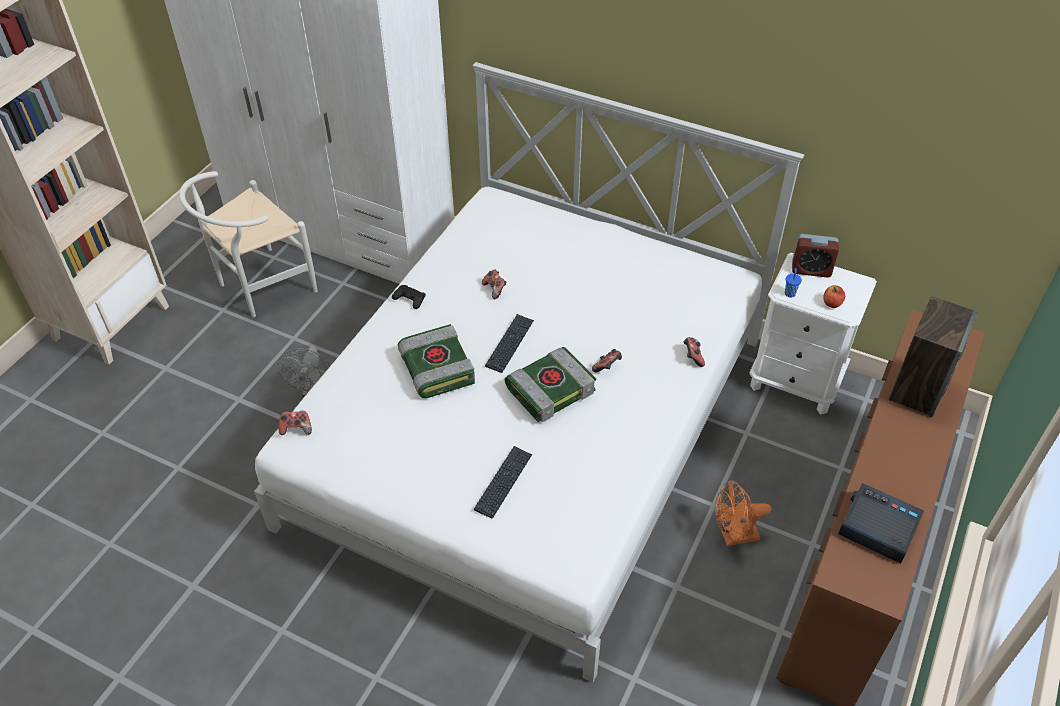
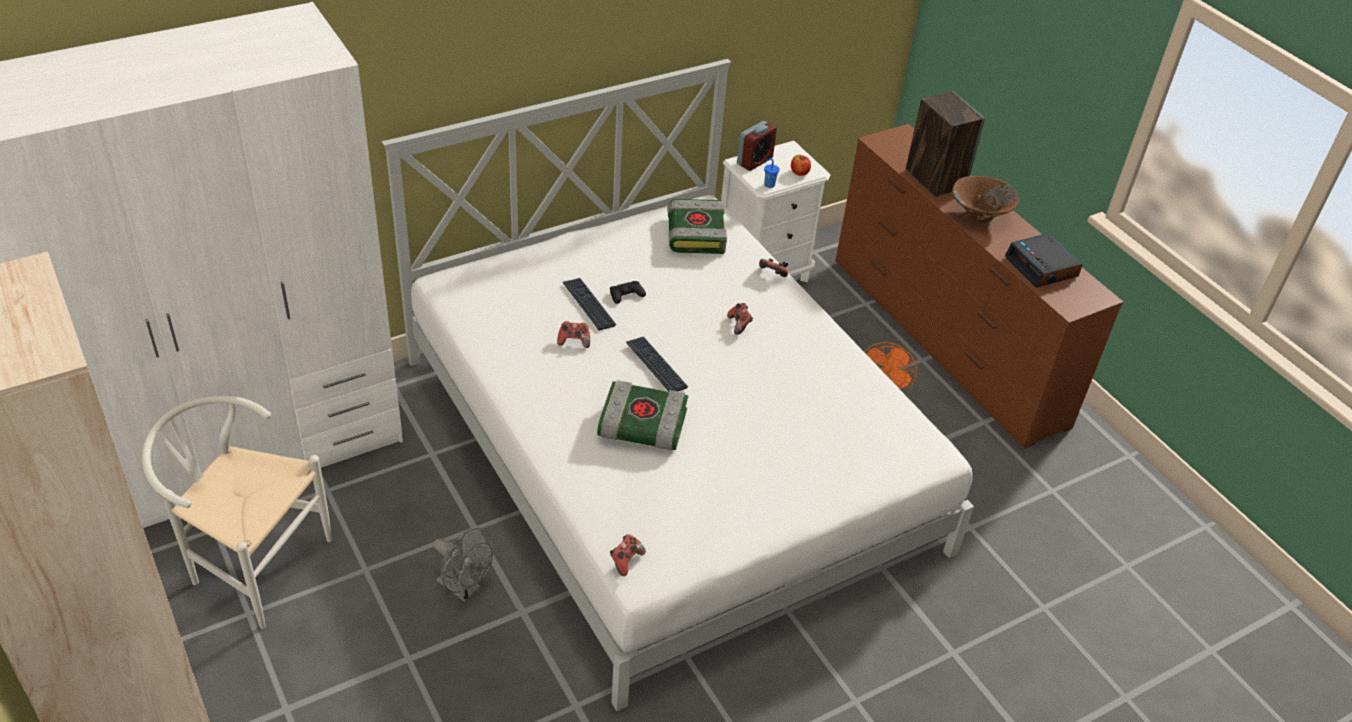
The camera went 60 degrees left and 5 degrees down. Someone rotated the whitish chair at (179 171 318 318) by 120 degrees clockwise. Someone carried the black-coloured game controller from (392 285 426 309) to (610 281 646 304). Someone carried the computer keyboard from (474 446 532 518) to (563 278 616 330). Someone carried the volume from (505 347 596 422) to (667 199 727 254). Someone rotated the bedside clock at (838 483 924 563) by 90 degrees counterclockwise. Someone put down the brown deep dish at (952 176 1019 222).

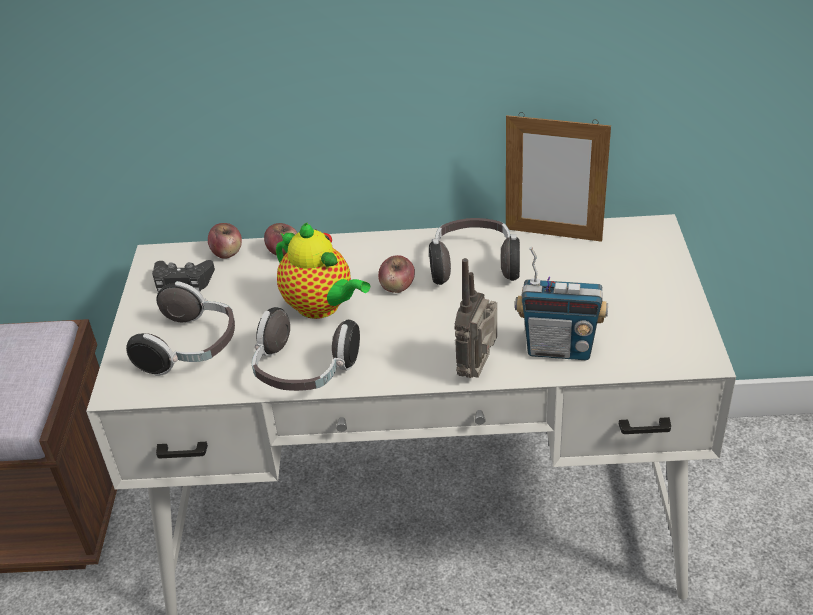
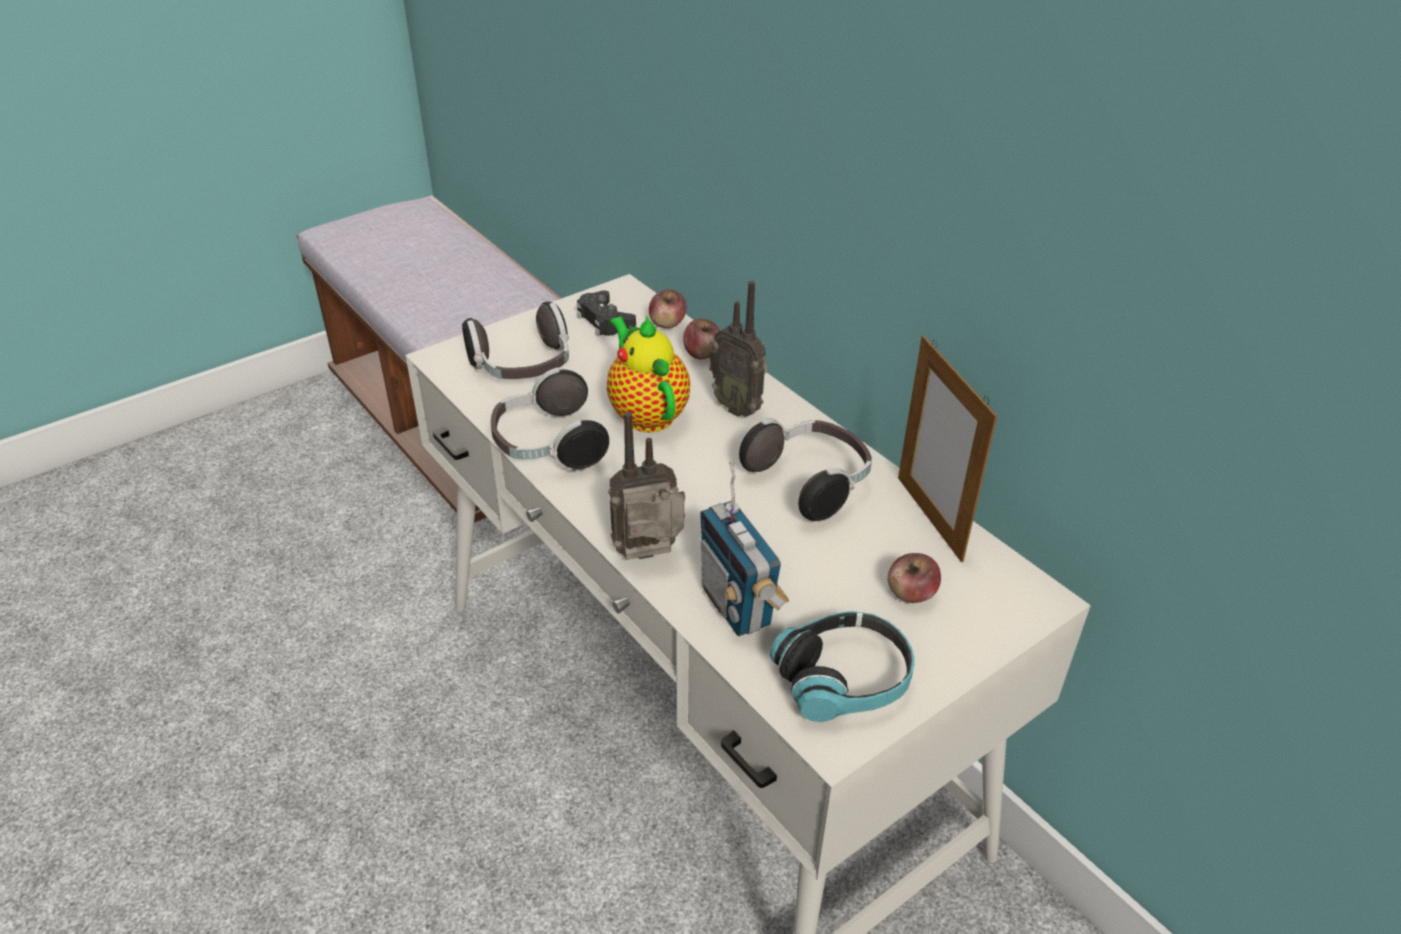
The camera went 50 degrees right and 0 degrees up. Someone rotated the teapot at (276 223 370 319) by 150 degrees clockwise. Someone carried the whole apple from (378 255 415 293) to (888 553 941 603). Someone put down the radio at (709 281 768 417). Someone put down the headset at (770 611 914 722).

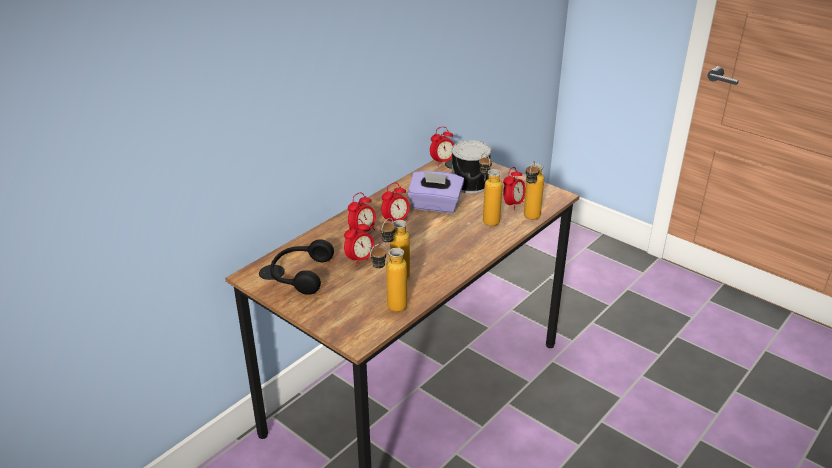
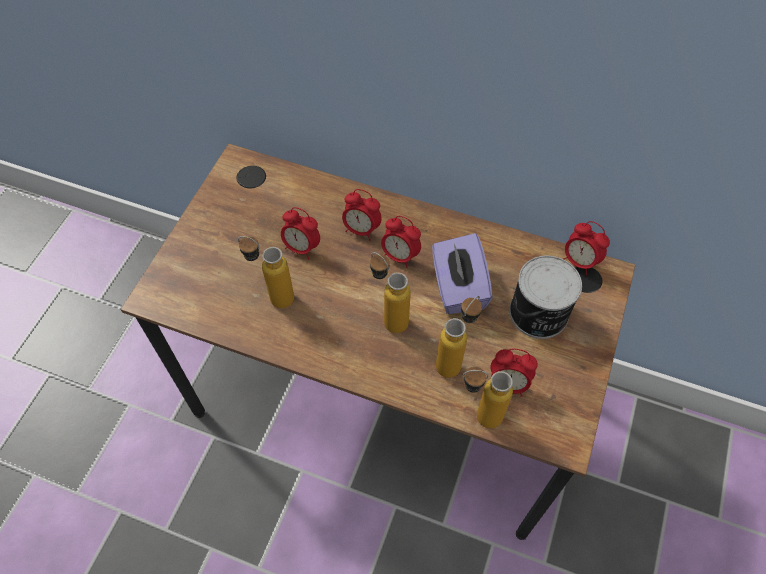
The camera went 70 degrees right and 25 degrees up. Someone took away the black-coloured headset at (270 239 334 295). Someone carried the drink bottle from (370 244 407 312) to (370 252 411 333).

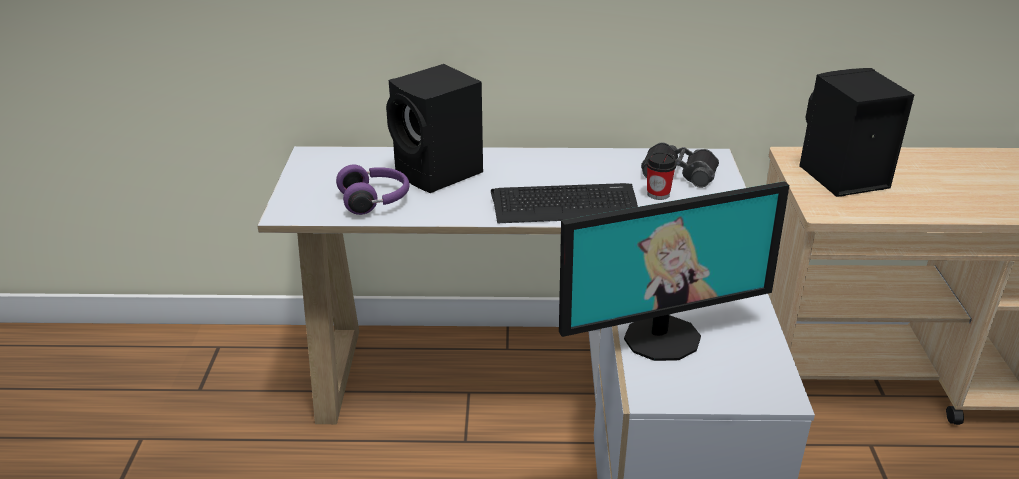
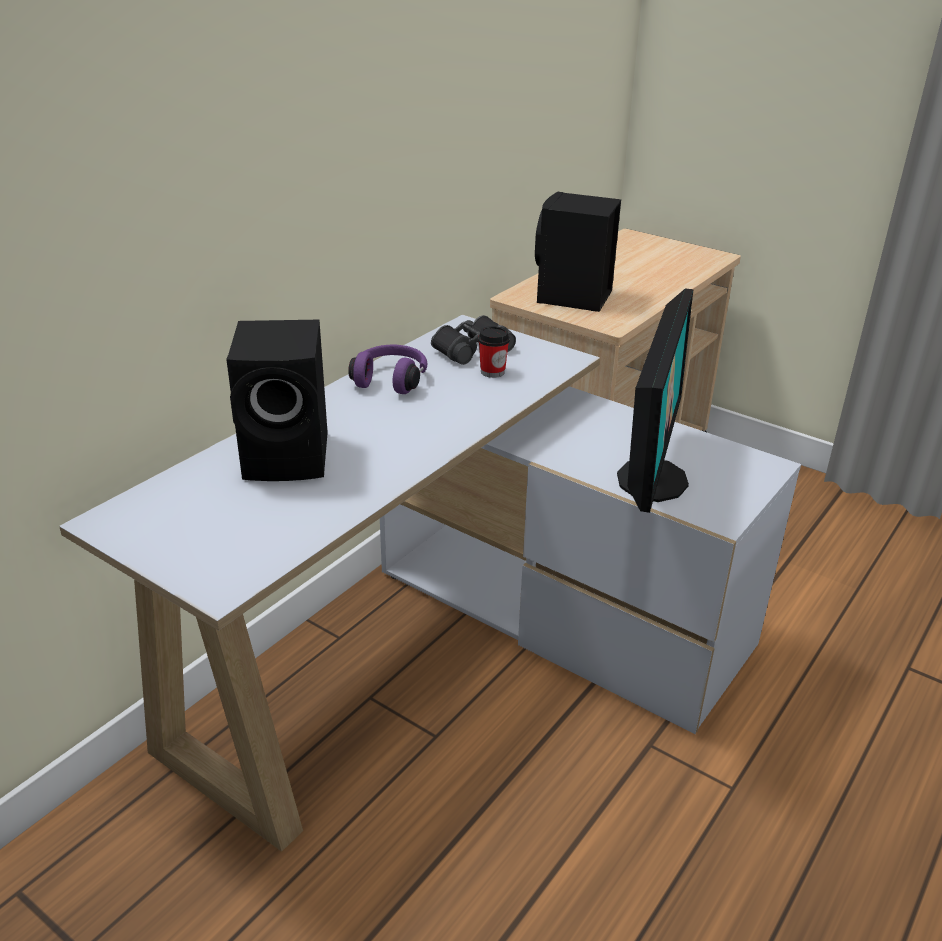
The camera went 55 degrees left and 0 degrees up. Someone carried the purple headset from (336 165 410 215) to (348 345 427 394). Someone took away the computer keyboard at (491 183 638 223).

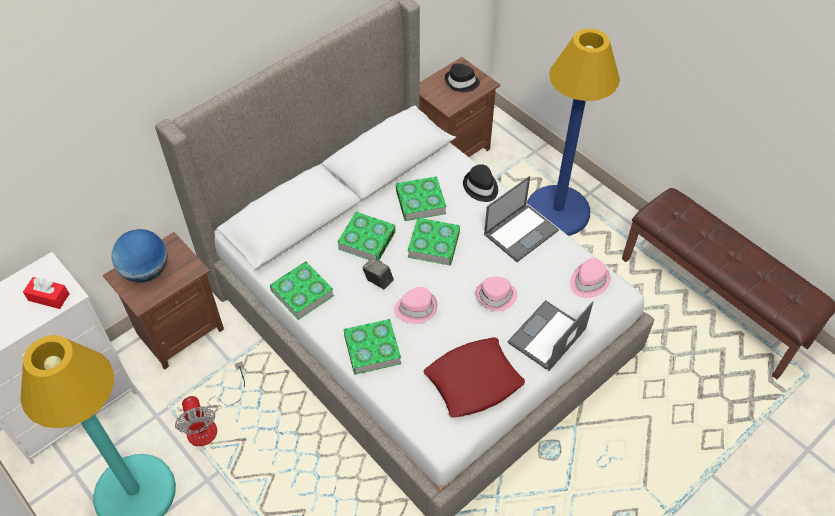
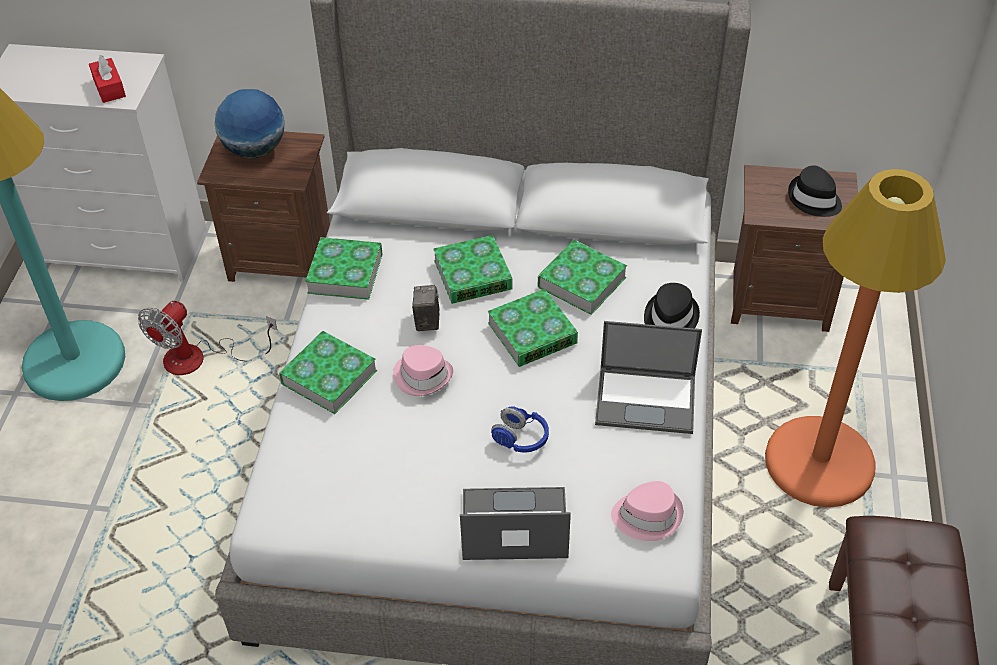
The camera went 50 degrees right and 5 degrees down. Someone took away the reddish pillow at (424 337 525 418). Someone swapped the pink-coloured wearable hat at (476 277 517 311) for the blue headset at (491 406 549 452). Someone repainted the blue floor lamp at (527 29 620 236), which became the orange floor lamp at (765 169 946 507).

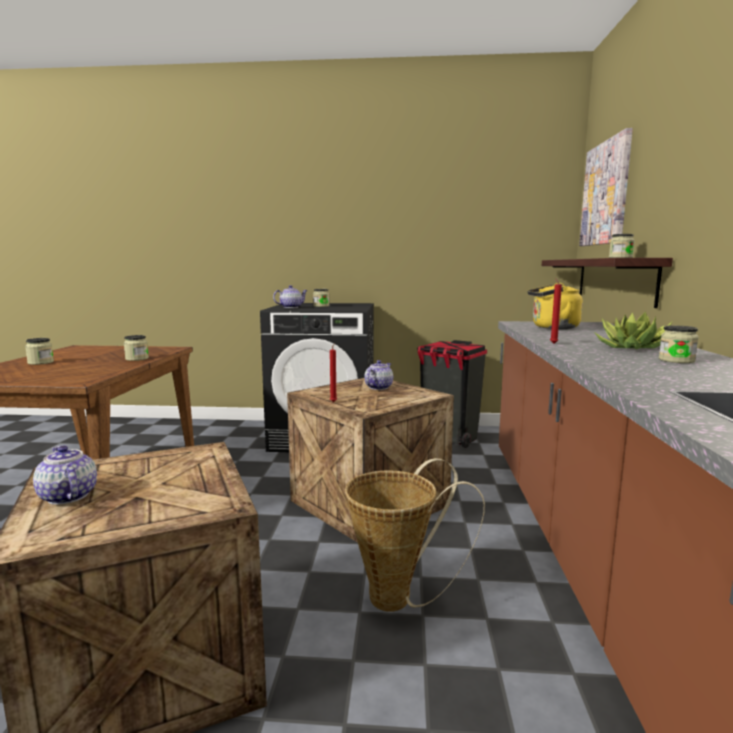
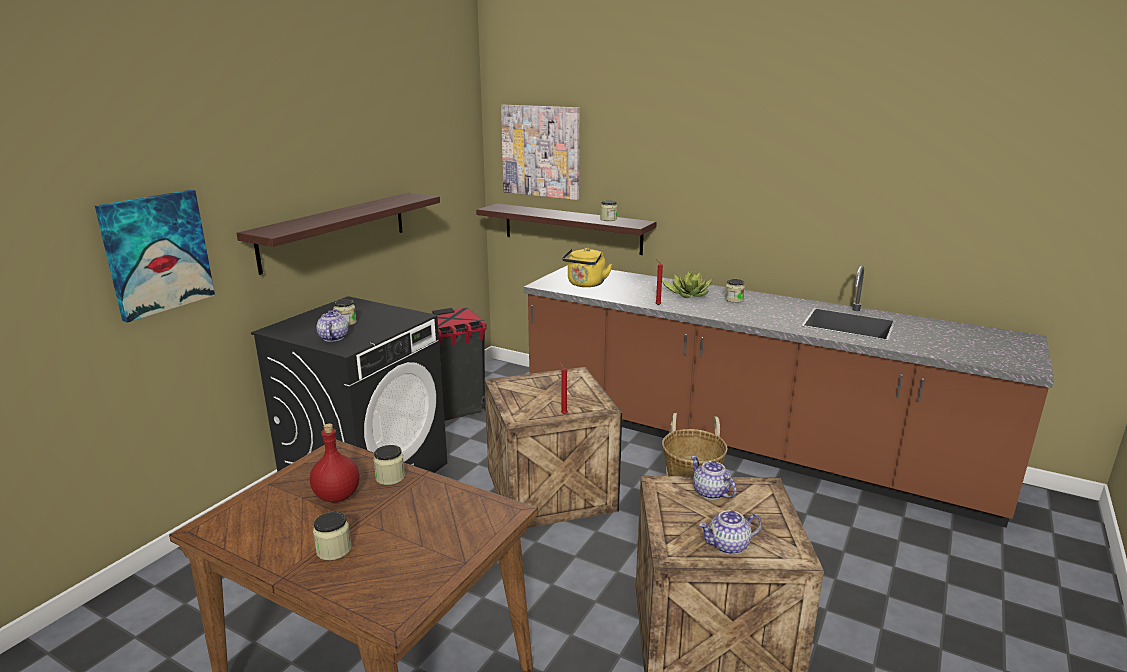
The camera went 65 degrees left and 10 degrees up. Someone carried the teapot from (364 360 393 390) to (691 456 737 500). Someone put up the wall art at (95 190 215 323). Someone put up the shelf at (236 193 440 275). Someone put down the reddish drink bottle at (310 424 360 503).

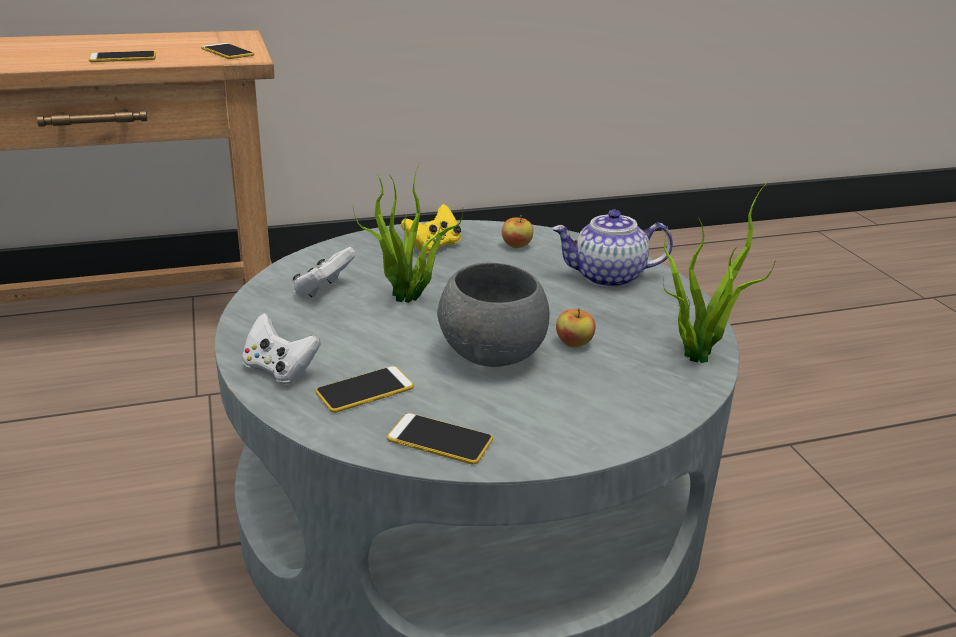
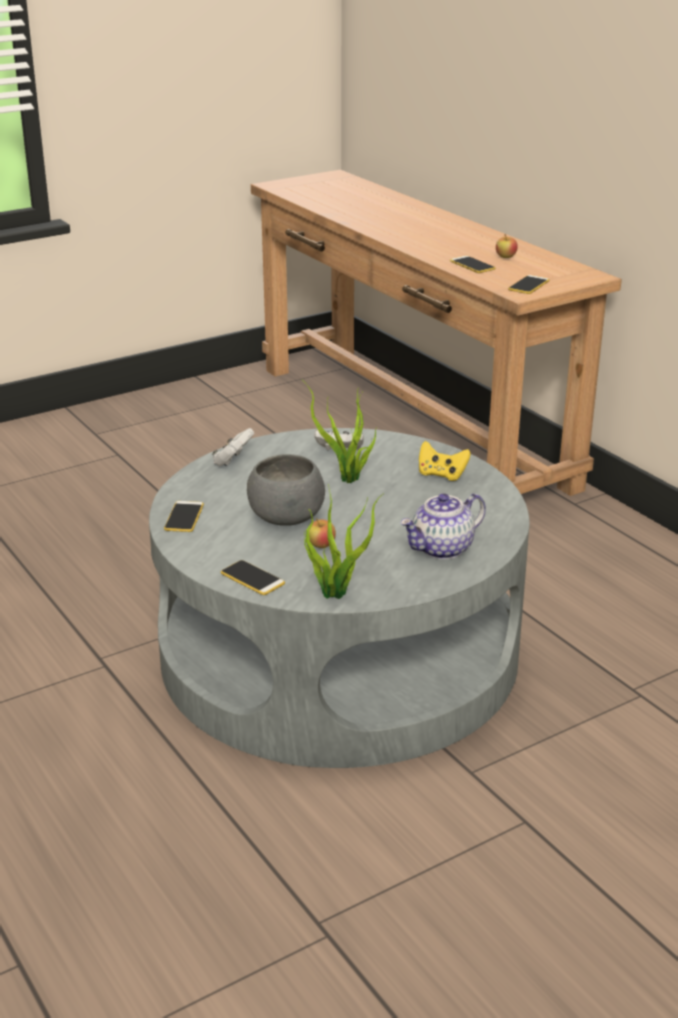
The camera went 75 degrees right and 0 degrees up. Someone carried the phone from (315 366 414 413) to (221 560 285 595). Someone carried the whole apple from (502 215 533 248) to (496 234 518 258). Someone rotated the teapot at (552 210 673 288) by 105 degrees counterclockwise.

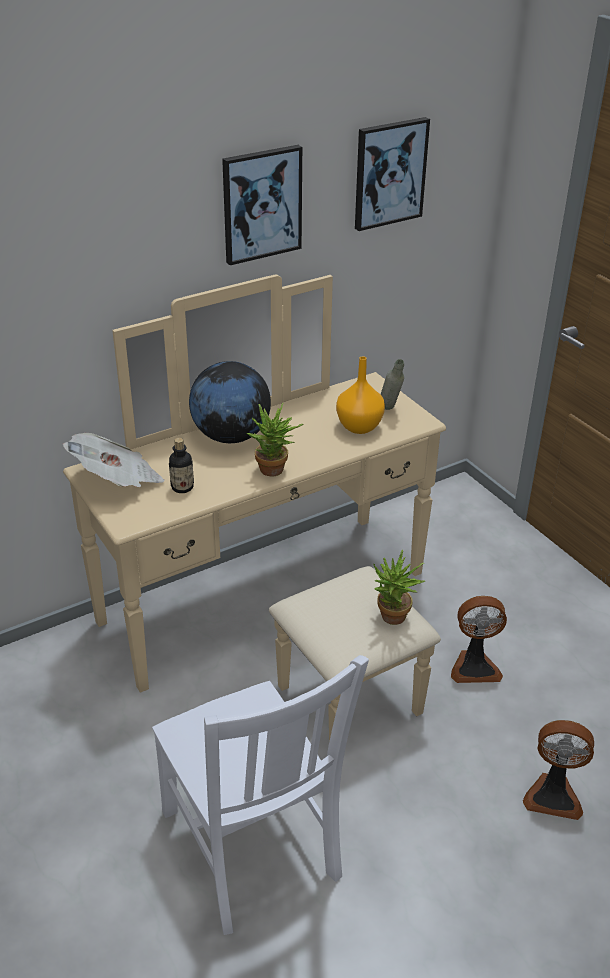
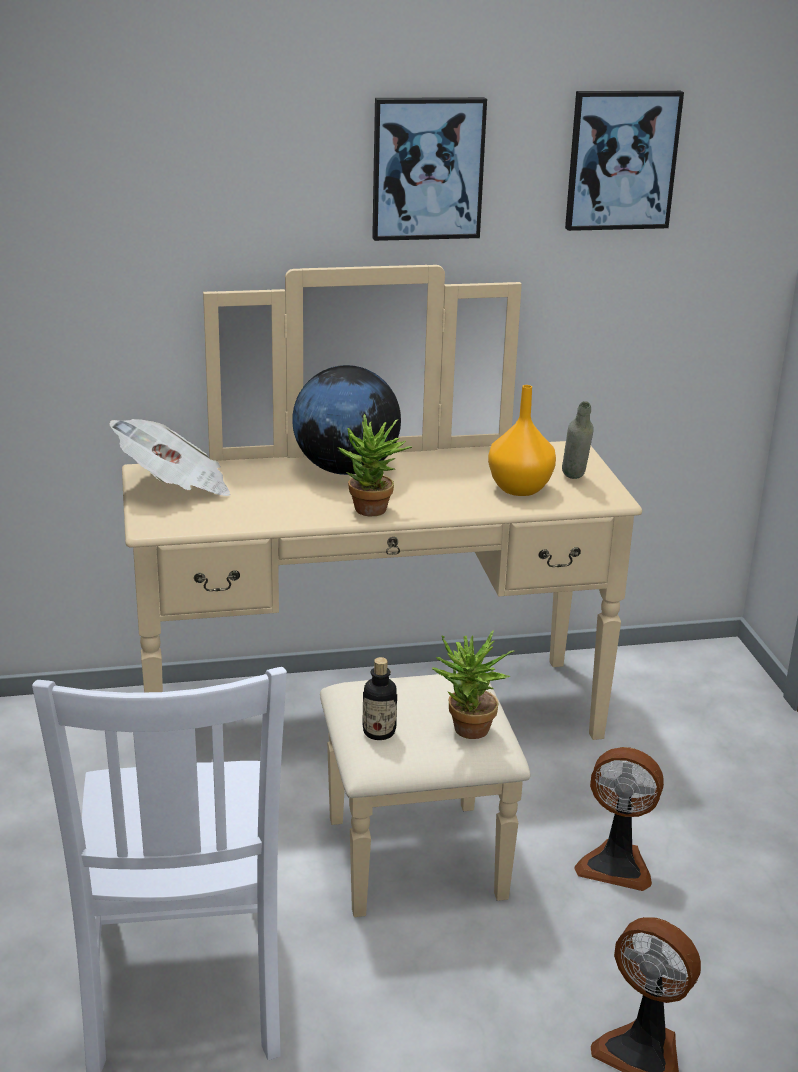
The camera went 20 degrees right and 10 degrees down. Someone carried the drink bottle from (169 438 194 493) to (362 657 397 740).

